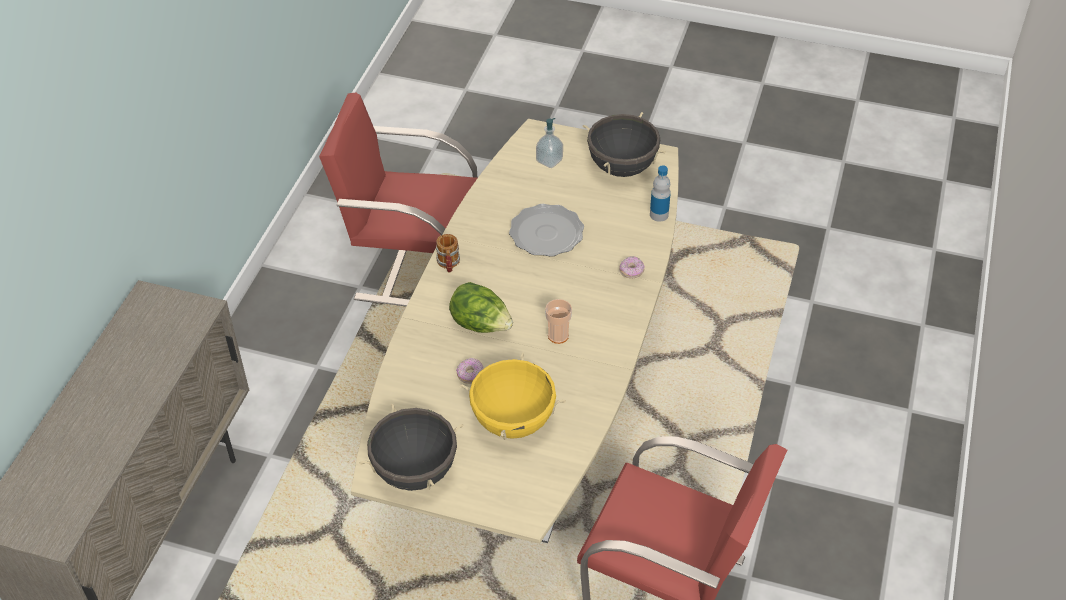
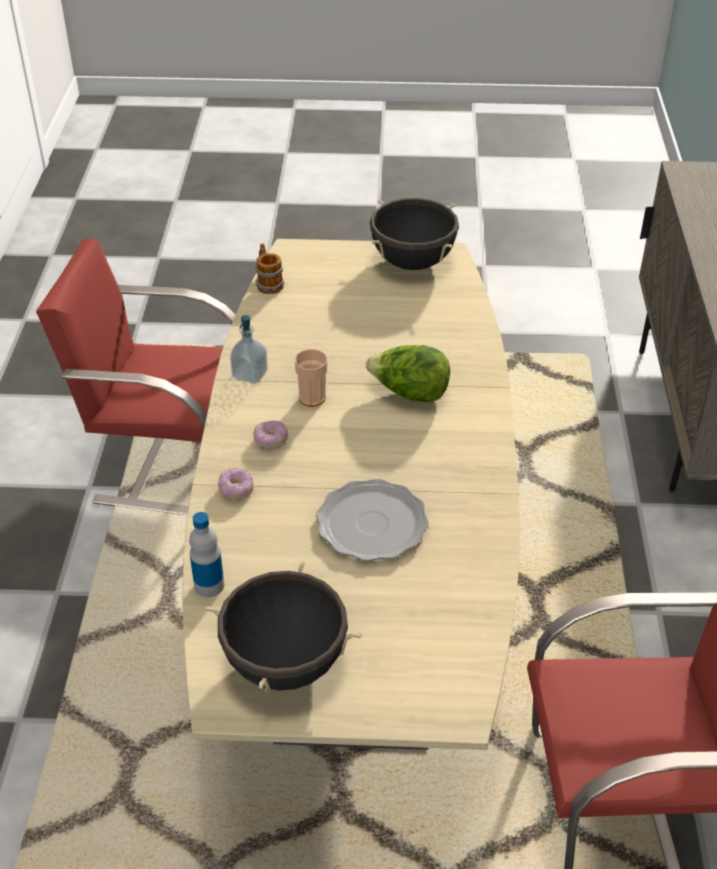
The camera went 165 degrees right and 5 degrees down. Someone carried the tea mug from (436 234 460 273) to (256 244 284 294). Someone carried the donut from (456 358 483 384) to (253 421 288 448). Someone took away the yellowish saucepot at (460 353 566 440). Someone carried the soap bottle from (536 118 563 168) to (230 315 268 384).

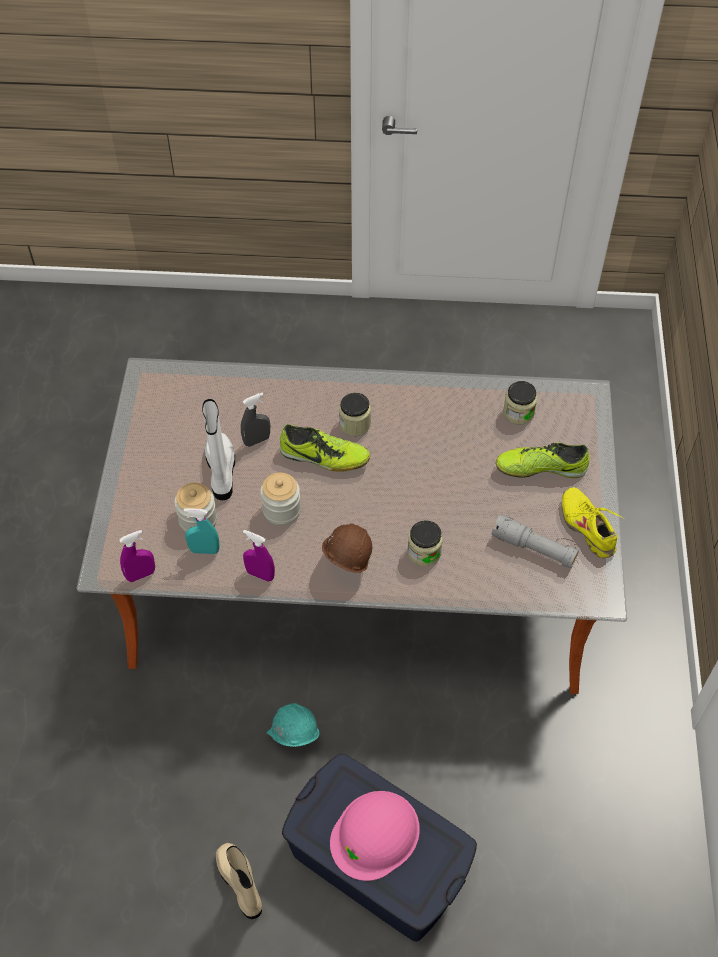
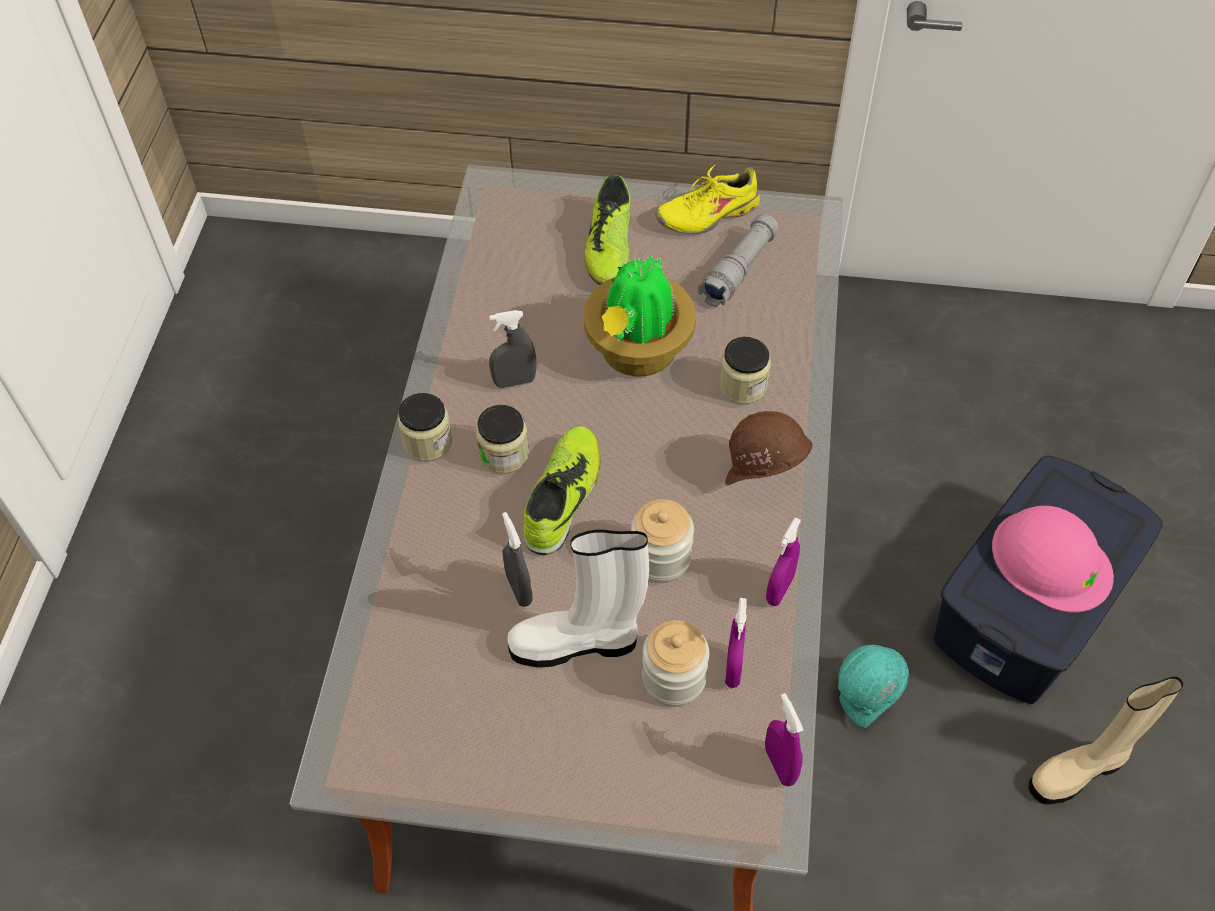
The camera went 85 degrees left and 0 degrees up. Someone repainted the blue-green hand sprayer at (184 508 220 554), which became the purple hand sprayer at (725 598 747 688). Someone carried the jar from (503 381 537 424) to (398 393 453 461). Someone put down the gray hand sprayer at (489 310 536 388). Someone put down the plant in a pot at (584 254 696 377).

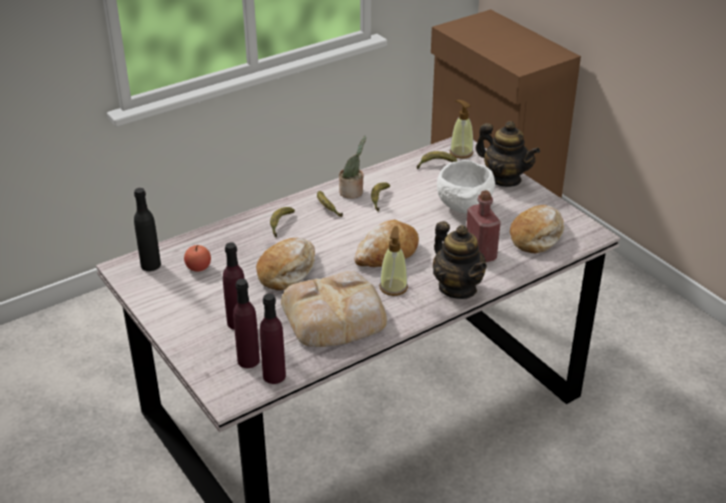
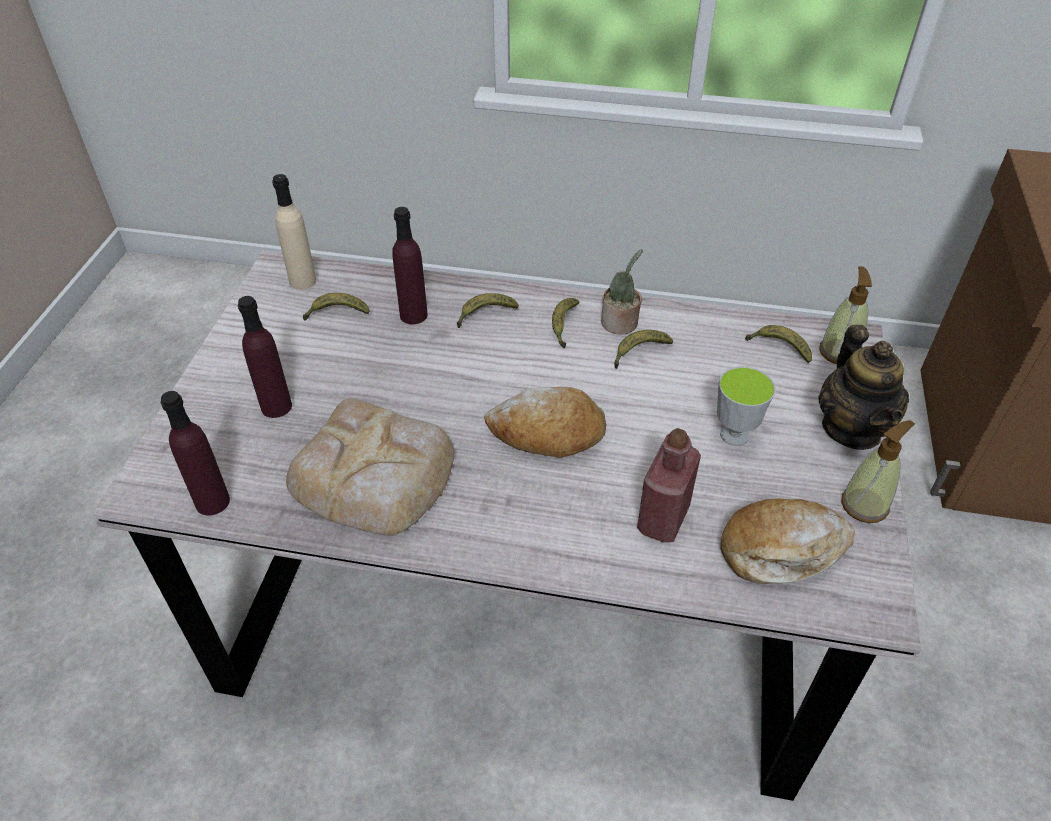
The camera went 45 degrees right and 10 degrees up. Someone repainted the black-coloured drink bottle at (134 188 161 271), which became the sand-coloured drink bottle at (272 174 316 290). Someone swapped the whole apple at (184 245 211 272) for the whole banana at (303 293 370 321). Someone carried the purple drink bottle from (233 279 260 368) to (392 207 428 324). Someone took away the bakery bread at (256 238 315 290). Someone carried the soap bottle from (379 226 408 296) to (841 420 915 523). Someone took away the teapot at (433 221 487 299). Someone swapped the whitish deep dish at (437 160 495 213) for the cup at (717 366 776 446).

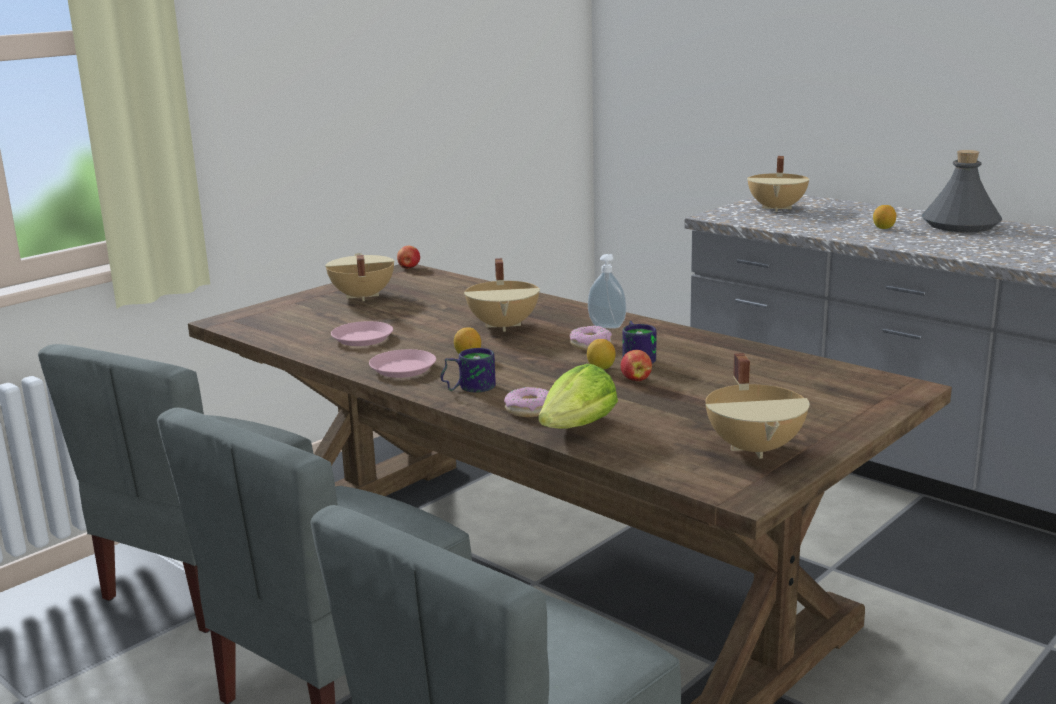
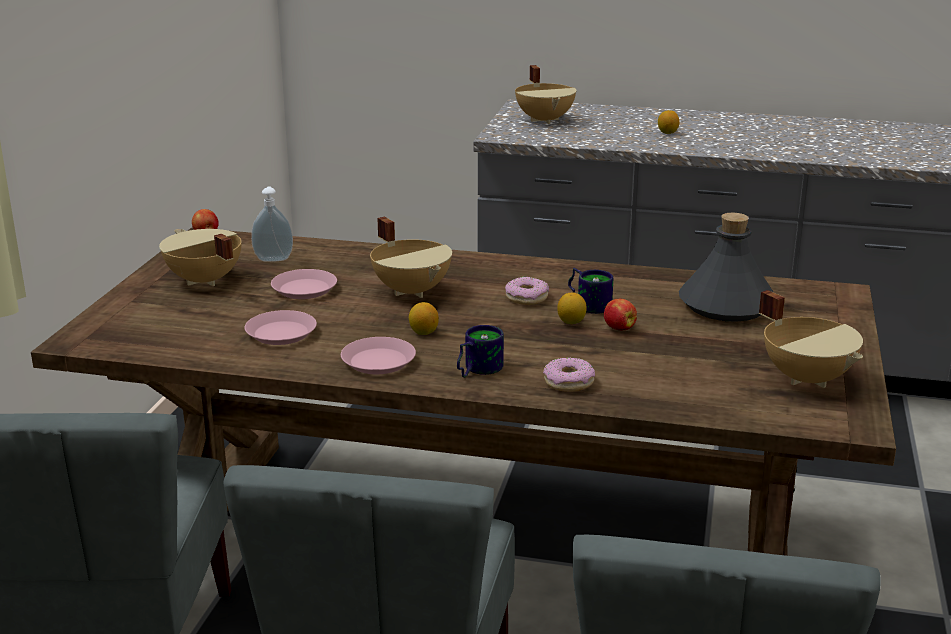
The camera went 30 degrees left and 5 degrees up. Someone took away the head of lettuce at (538 364 618 429). Someone carried the soap bottle from (588 254 626 329) to (251 186 293 262). Someone carried the gray drink bottle from (922 150 1002 232) to (679 213 774 322). Someone put down the pink-coloured flat dish at (271 269 337 299).

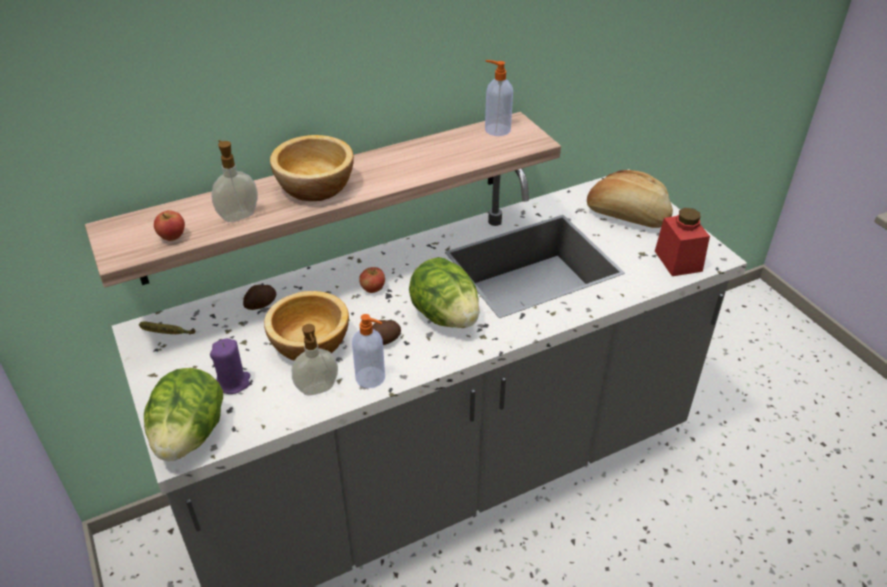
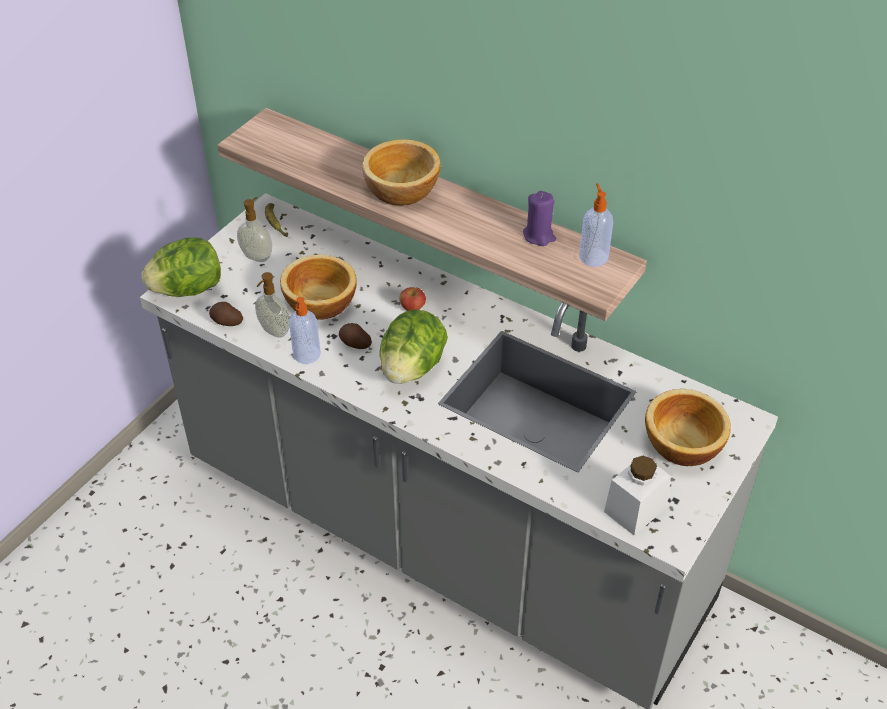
The camera went 60 degrees right and 5 degrees up. Someone took away the whole apple at (154 210 185 241). Someone carried the purple candle from (210 338 250 394) to (523 191 556 246). Someone carried the soap bottle from (211 140 258 222) to (237 197 272 262). Someone carried the spud from (243 285 276 310) to (209 302 243 326). Someone swapped the bakery bread at (587 170 673 228) for the deep dish at (645 389 731 466). Someone repainted the reddish jar at (655 208 710 276), which became the whitish jar at (604 455 671 535).

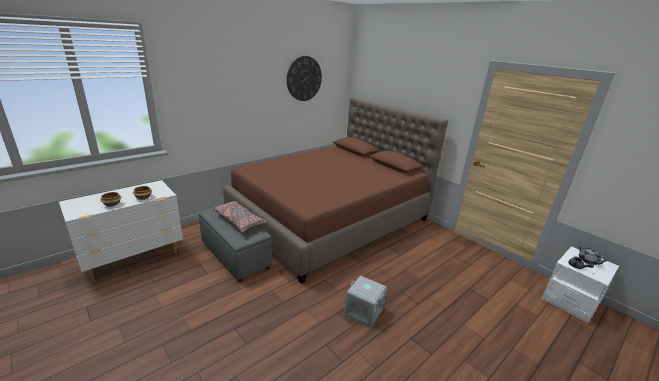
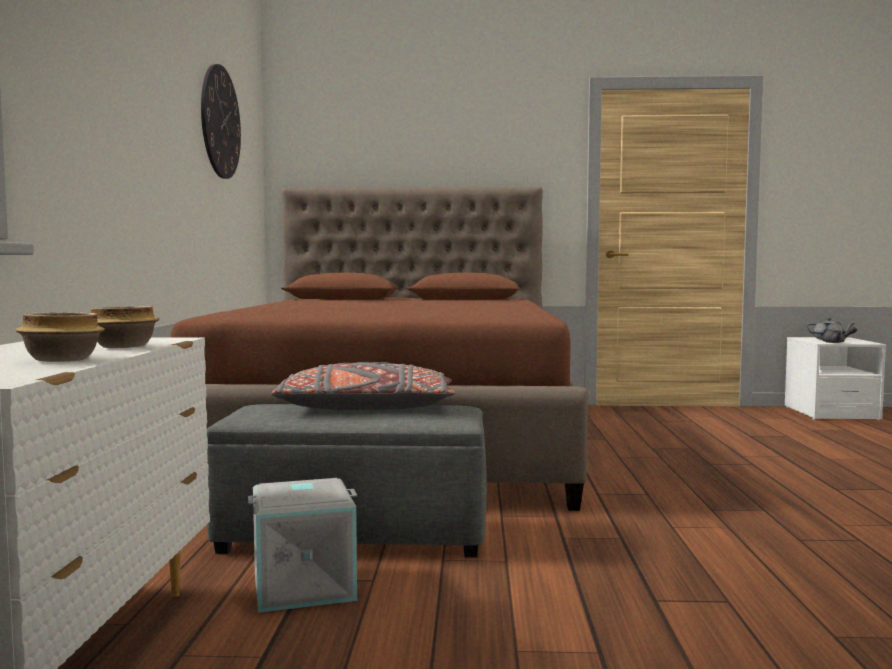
The camera went 45 degrees left and 20 degrees down. Someone carried the gray storage box from (344 276 387 328) to (248 478 357 613).

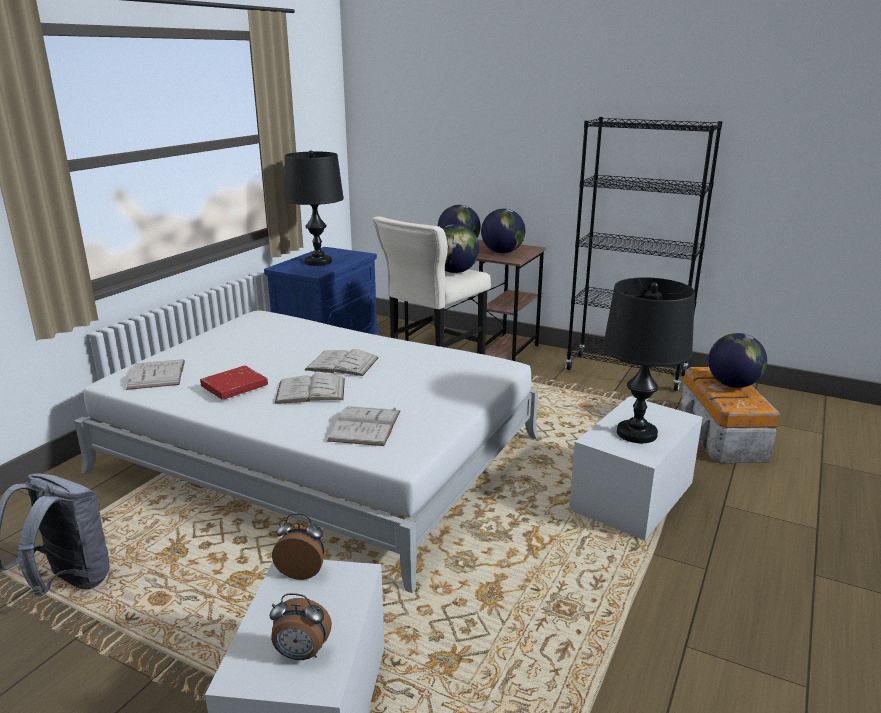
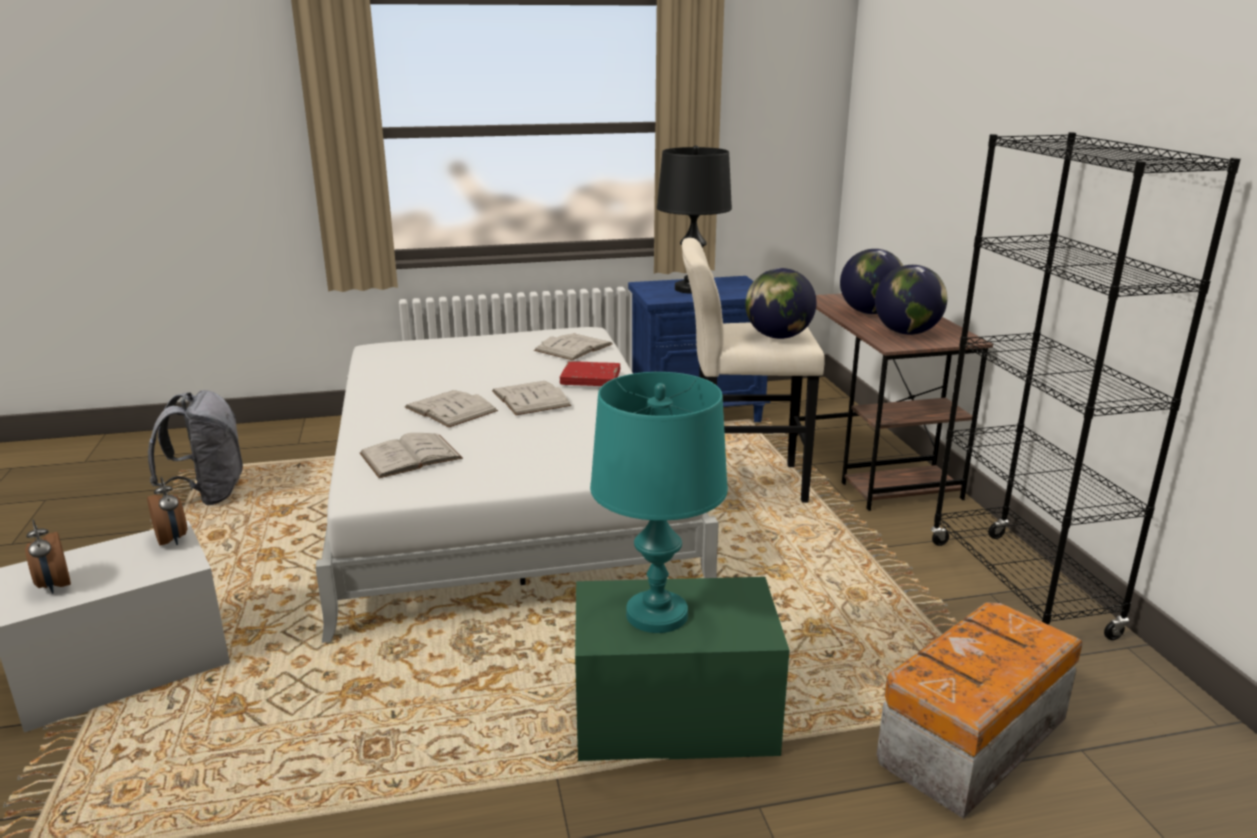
The camera went 50 degrees right and 0 degrees up. Someone carried the whitish volume from (126 359 185 390) to (534 333 612 360). Someone carried the reddish volume from (200 366 268 400) to (560 361 620 386). Someone repainted the whitish storage box at (569 396 703 540), which became the green storage box at (575 577 790 761). Someone repainted the black-coloured lamp for a table at (603 277 695 443), which became the blue-green lamp for a table at (590 372 728 633). Someone took away the world globe at (708 333 767 388).

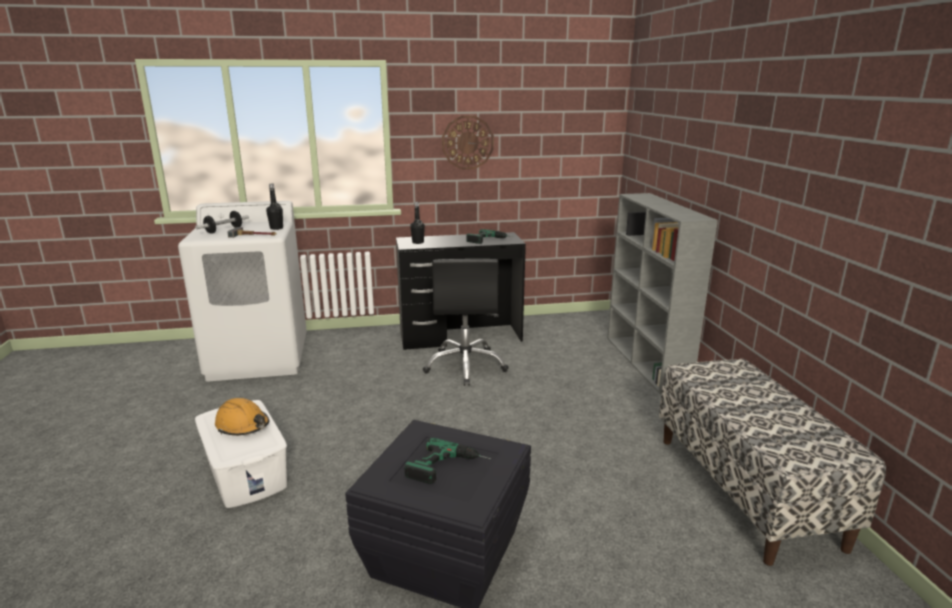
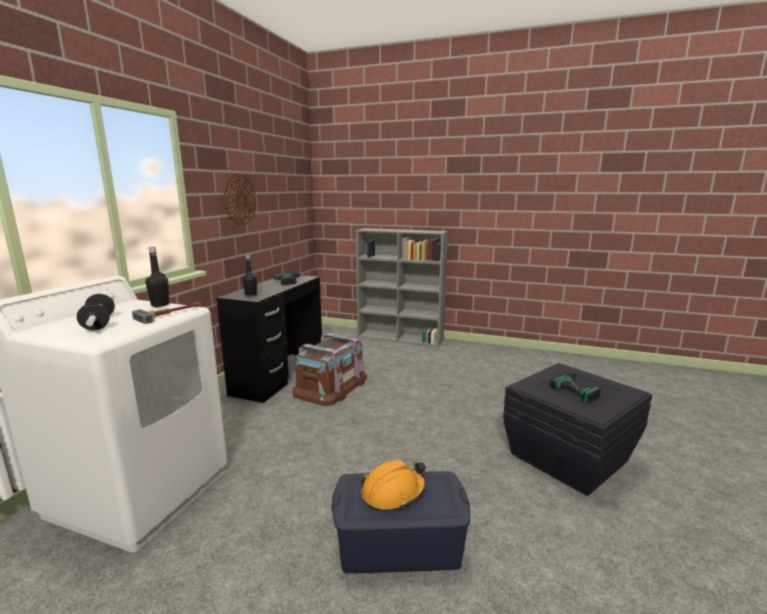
The camera went 60 degrees left and 5 degrees down. Someone repainted the whitish storage box at (195 400 287 508), which became the blue storage box at (331 471 470 573). Someone swapped the black-coloured computer chair at (423 259 509 386) for the brown storage box at (293 333 367 406). Someone took away the bench at (659 359 886 566).

